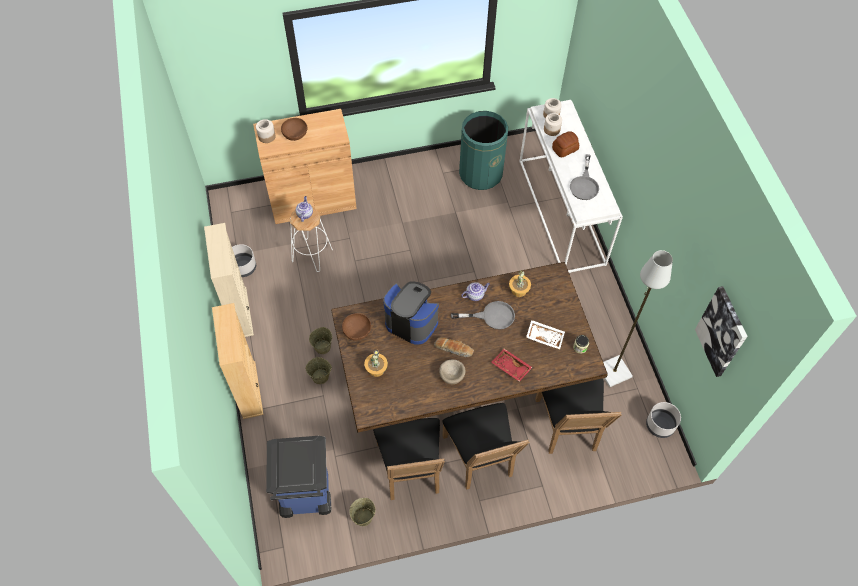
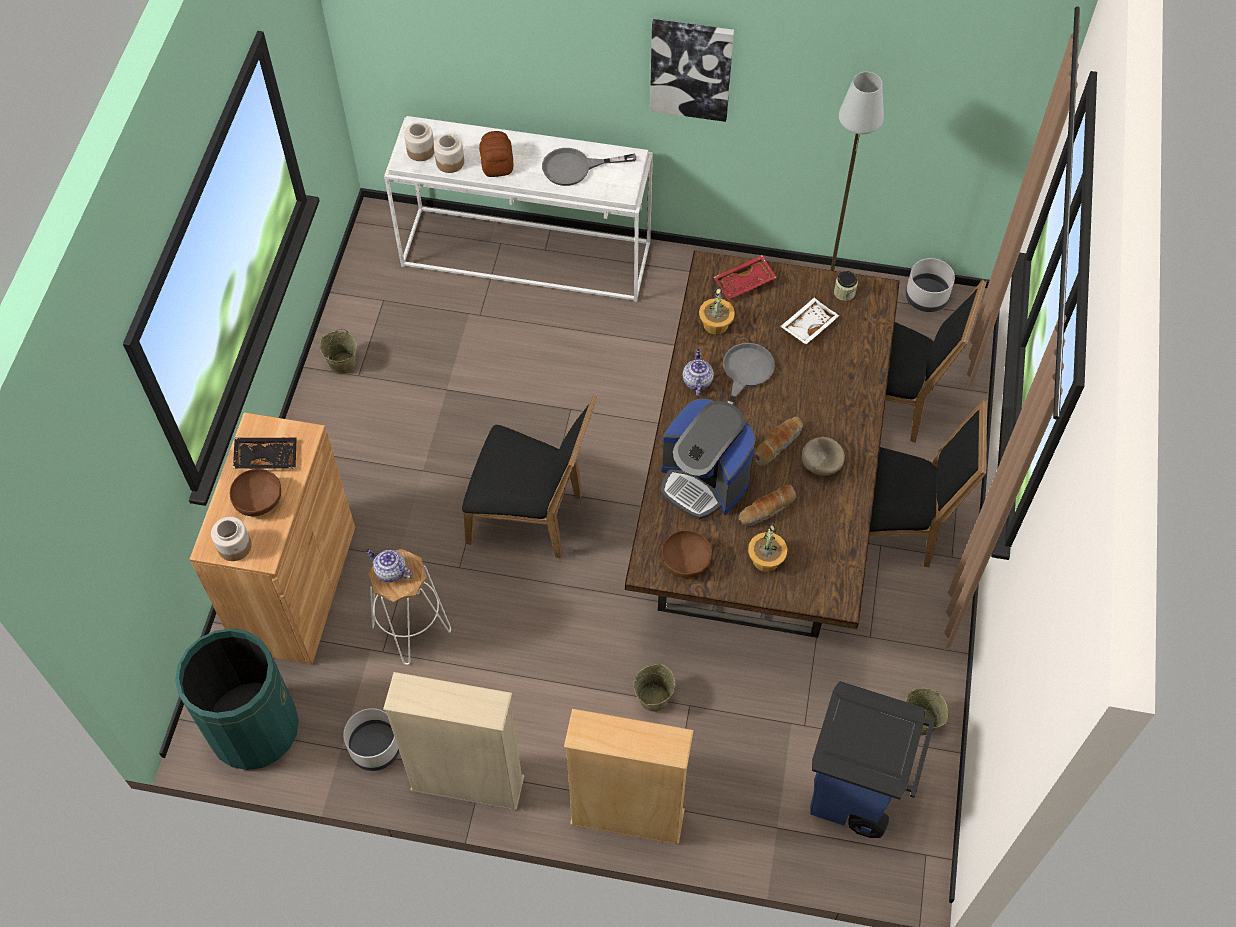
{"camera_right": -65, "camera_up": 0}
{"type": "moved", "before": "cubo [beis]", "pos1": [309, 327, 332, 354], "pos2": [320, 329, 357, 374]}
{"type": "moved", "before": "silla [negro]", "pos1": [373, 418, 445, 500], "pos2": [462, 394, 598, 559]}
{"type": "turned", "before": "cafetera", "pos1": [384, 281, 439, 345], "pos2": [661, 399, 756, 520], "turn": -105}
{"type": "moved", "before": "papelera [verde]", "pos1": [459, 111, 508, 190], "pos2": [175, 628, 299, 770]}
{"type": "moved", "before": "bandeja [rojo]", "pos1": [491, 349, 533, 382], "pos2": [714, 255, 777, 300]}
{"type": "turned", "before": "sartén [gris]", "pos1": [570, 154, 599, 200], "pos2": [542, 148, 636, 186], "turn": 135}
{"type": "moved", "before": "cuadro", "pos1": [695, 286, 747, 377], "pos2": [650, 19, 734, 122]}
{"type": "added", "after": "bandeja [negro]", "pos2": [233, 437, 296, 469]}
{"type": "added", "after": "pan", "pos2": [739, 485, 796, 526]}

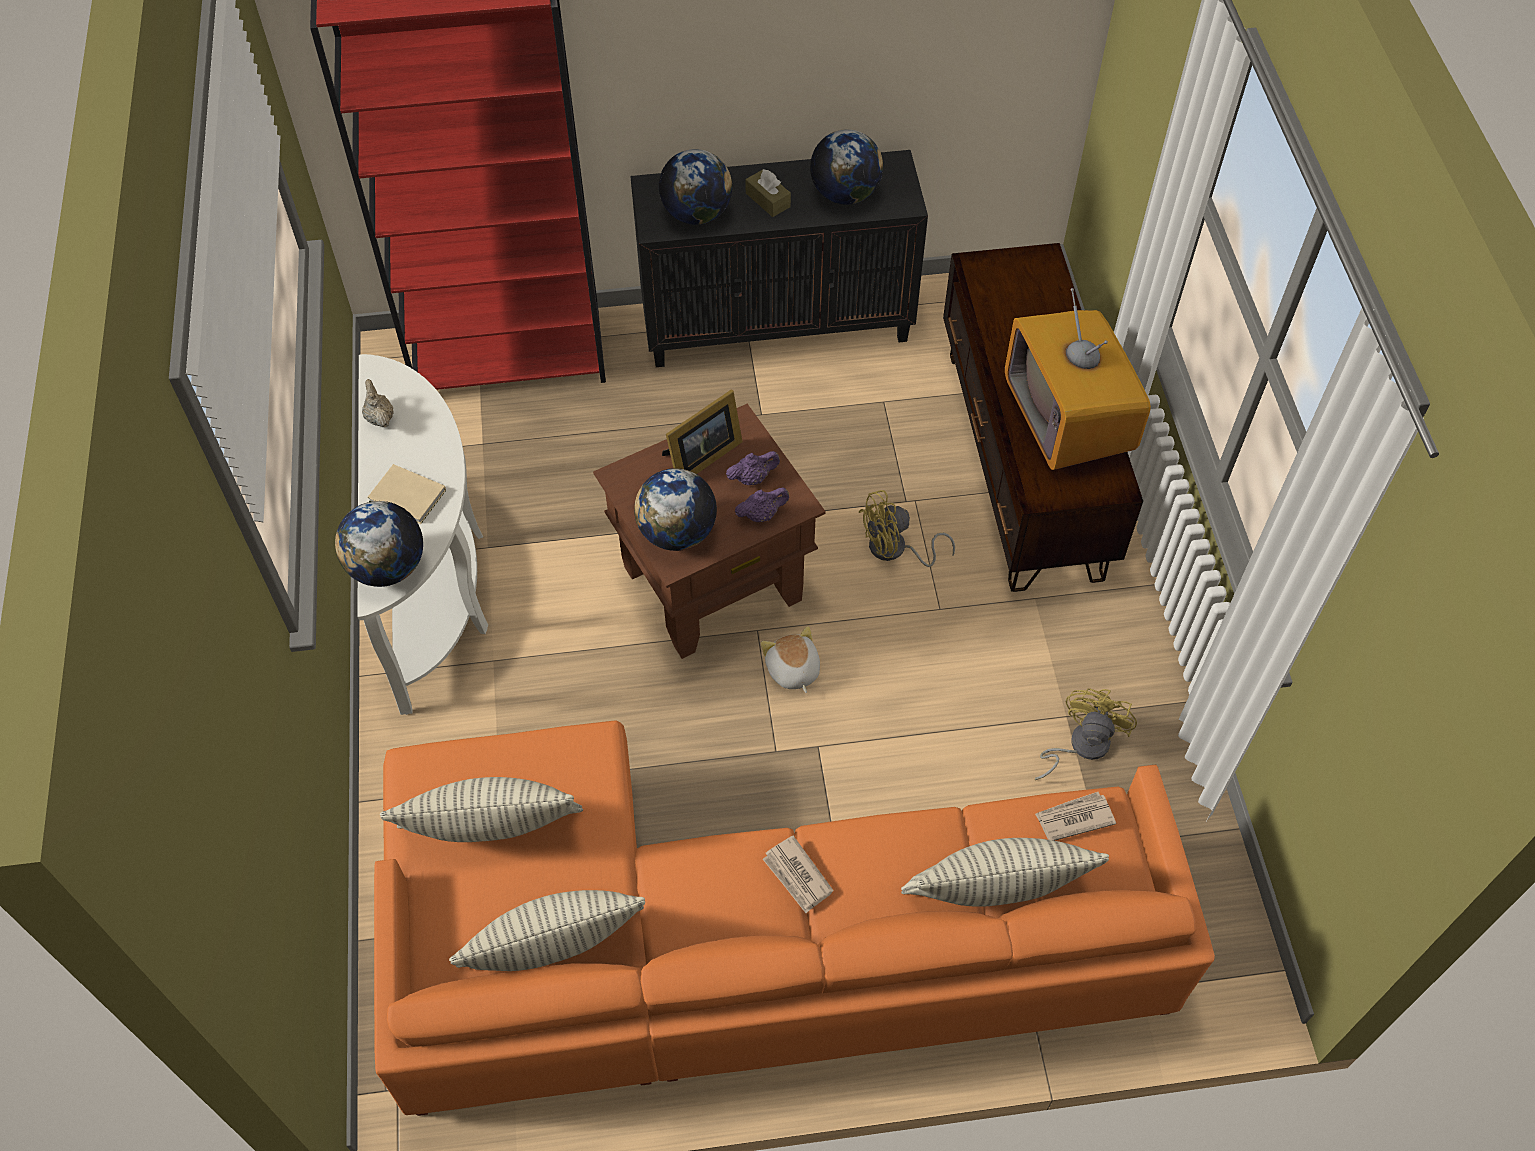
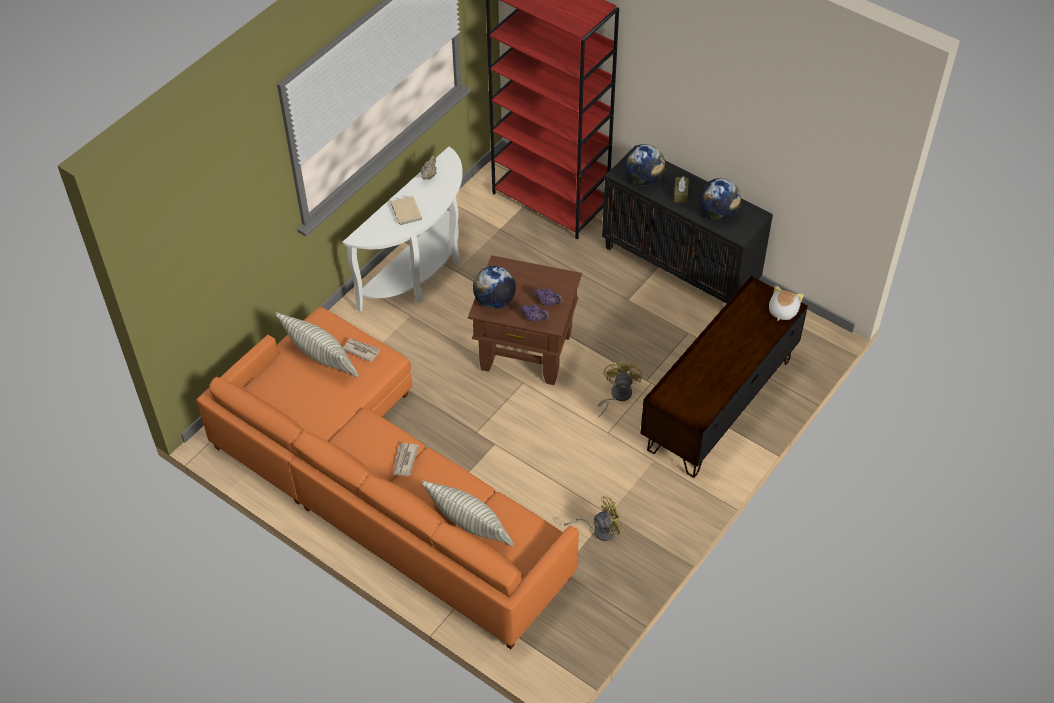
{"camera_right": 45, "camera_up": -5}
{"type": "removed", "before": "globo terráqueo", "pos1": [335, 501, 423, 587]}
{"type": "removed", "before": "cojín", "pos1": [449, 890, 645, 971]}
{"type": "removed", "before": "portarretratos", "pos1": [662, 389, 743, 474]}
{"type": "moved", "before": "peluche", "pos1": [761, 626, 820, 693], "pos2": [769, 285, 804, 321]}
{"type": "turned", "before": "ventilador [amarillo]", "pos1": [859, 490, 955, 567], "pos2": [598, 360, 643, 418], "turn": 75}
{"type": "removed", "before": "televisor", "pos1": [1005, 288, 1151, 470]}
{"type": "moved", "before": "periódico", "pos1": [1035, 792, 1116, 841], "pos2": [343, 338, 380, 362]}

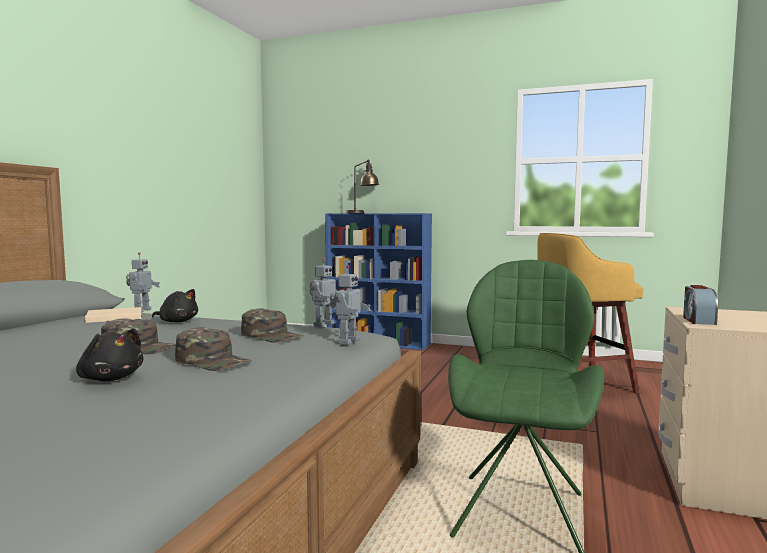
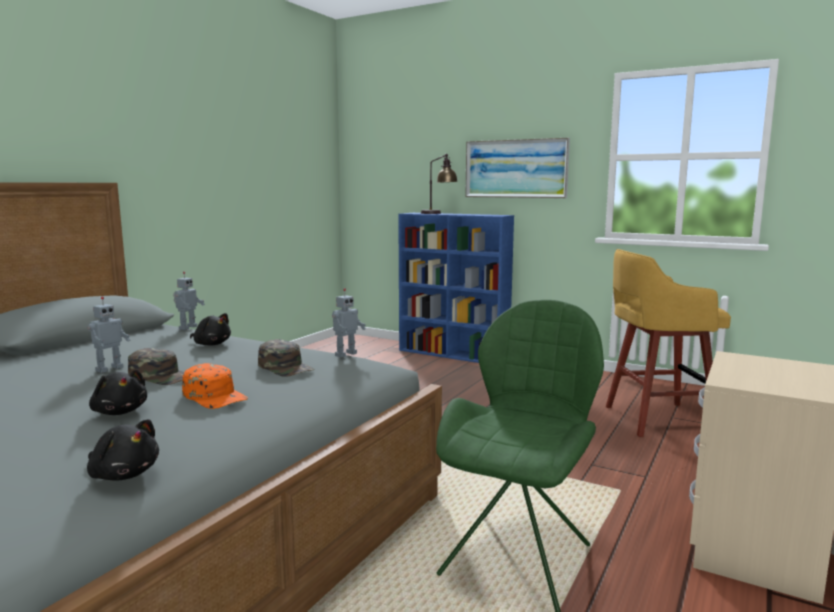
{"camera_right": 10, "camera_up": 5}
{"type": "removed", "before": "libro [beis]", "pos1": [85, 307, 142, 323]}
{"type": "recoloured", "before": "gorra [verde]", "after": "gorra [naranja]", "pos1": [175, 327, 252, 371], "pos2": [182, 363, 248, 409]}
{"type": "moved", "before": "robot de juguete", "pos1": [330, 265, 371, 345], "pos2": [87, 296, 130, 373]}
{"type": "removed", "before": "despertador", "pos1": [683, 285, 718, 325]}
{"type": "added", "after": "peluche [negro]", "pos2": [87, 419, 159, 481]}
{"type": "added", "after": "cuadro", "pos2": [465, 138, 570, 198]}

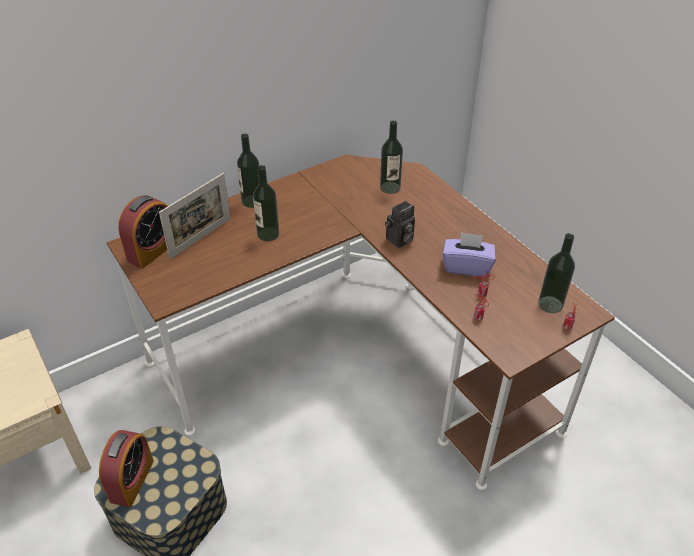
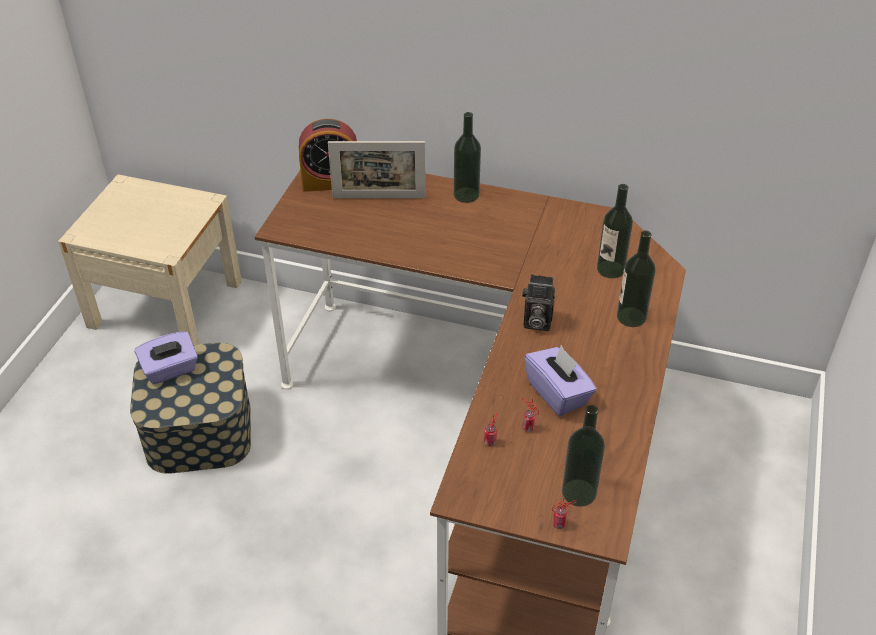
{"camera_right": 50, "camera_up": 0}
{"type": "replaced", "before": "despertador", "after": "caja de pañuelos [morado]", "pos1": [99, 430, 154, 507], "pos2": [134, 331, 198, 384]}
{"type": "moved", "before": "botella", "pos1": [253, 165, 279, 241], "pos2": [617, 230, 655, 327]}

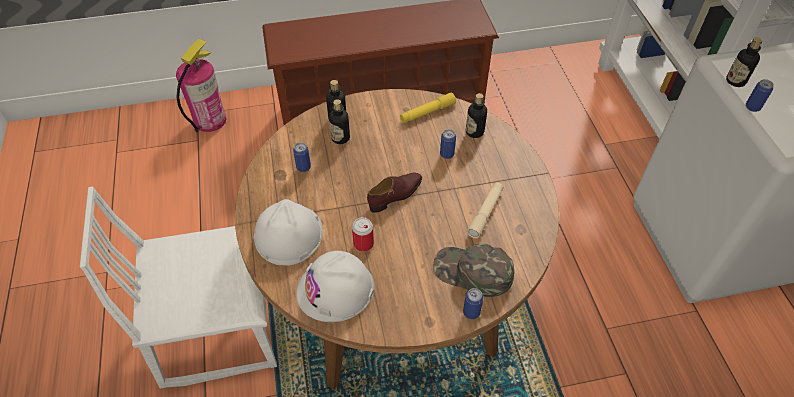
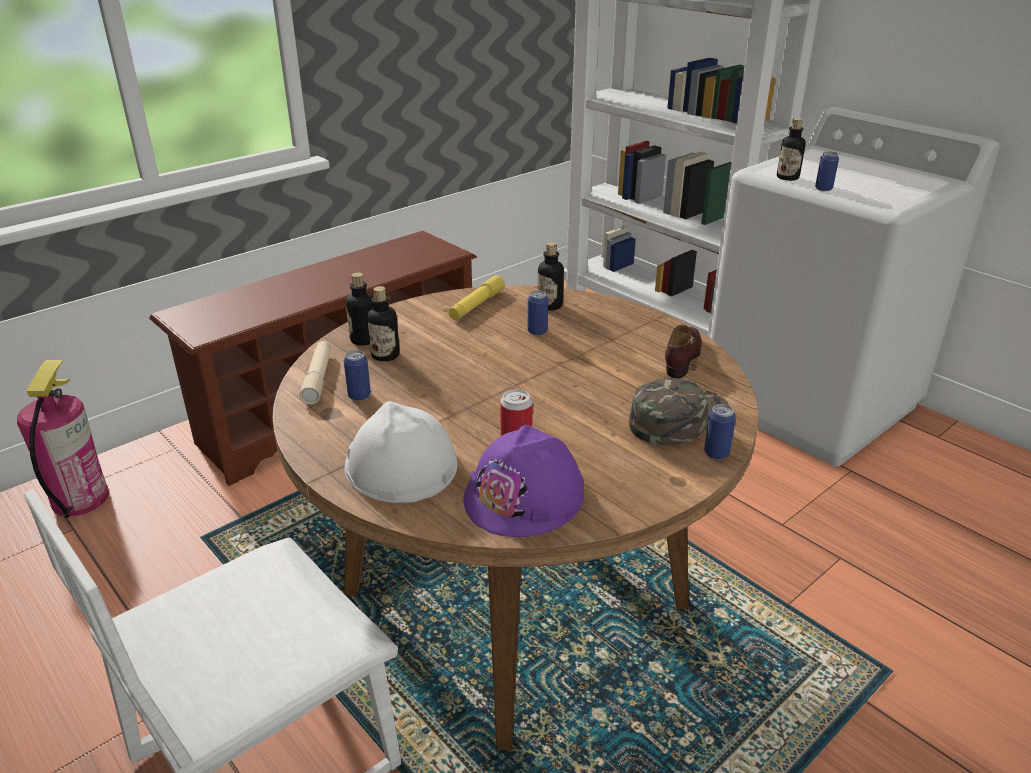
{"camera_right": -30, "camera_up": -20}
{"type": "recoloured", "before": "casco [blanco]", "after": "casco [morado]", "pos1": [296, 251, 375, 322], "pos2": [464, 425, 584, 537]}
{"type": "moved", "before": "zapato [marrón]", "pos1": [367, 173, 422, 213], "pos2": [665, 325, 702, 378]}
{"type": "turned", "before": "gorra [verde]", "pos1": [433, 244, 514, 297], "pos2": [629, 378, 729, 445], "turn": 150}
{"type": "moved", "before": "linterna [beis]", "pos1": [467, 182, 504, 239], "pos2": [299, 341, 331, 405]}

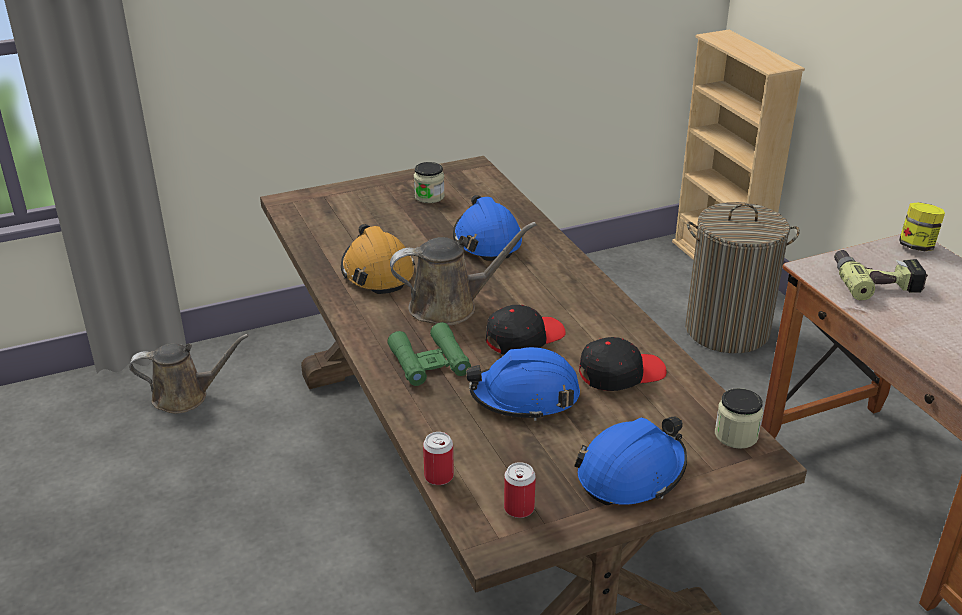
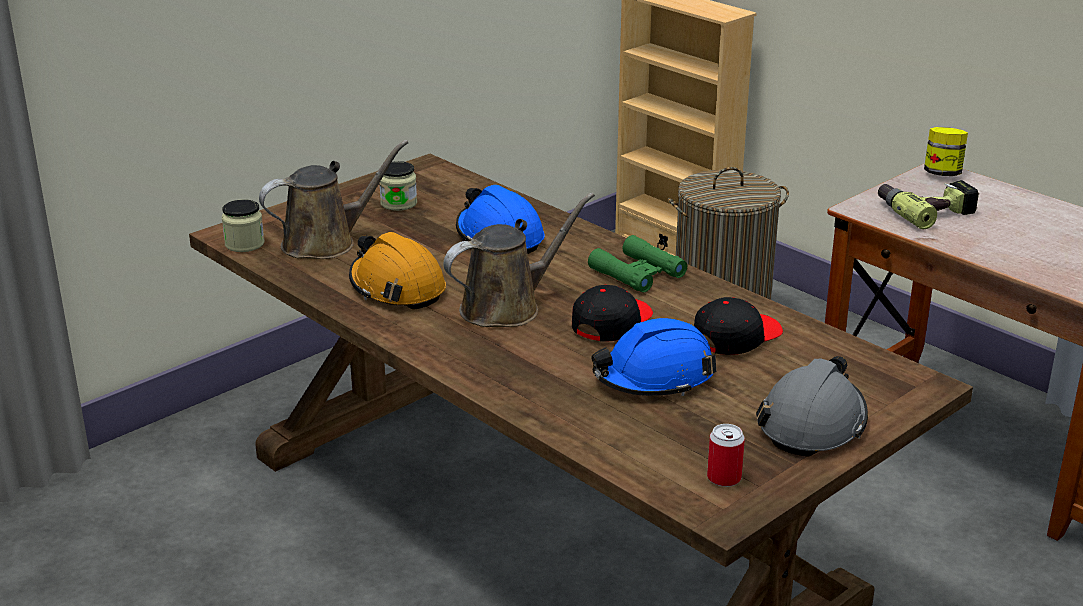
{"camera_right": -20, "camera_up": -5}
{"type": "moved", "before": "regadera [marrón]", "pos1": [130, 334, 249, 414], "pos2": [259, 140, 408, 259]}
{"type": "moved", "before": "prismáticos [verde]", "pos1": [387, 322, 471, 386], "pos2": [588, 235, 687, 292]}
{"type": "removed", "before": "lata", "pos1": [423, 432, 454, 485]}
{"type": "recoloured", "before": "casco [azul]", "after": "casco [gris]", "pos1": [574, 416, 687, 505], "pos2": [756, 356, 868, 456]}
{"type": "moved", "before": "tarro", "pos1": [715, 388, 763, 449], "pos2": [222, 199, 264, 252]}

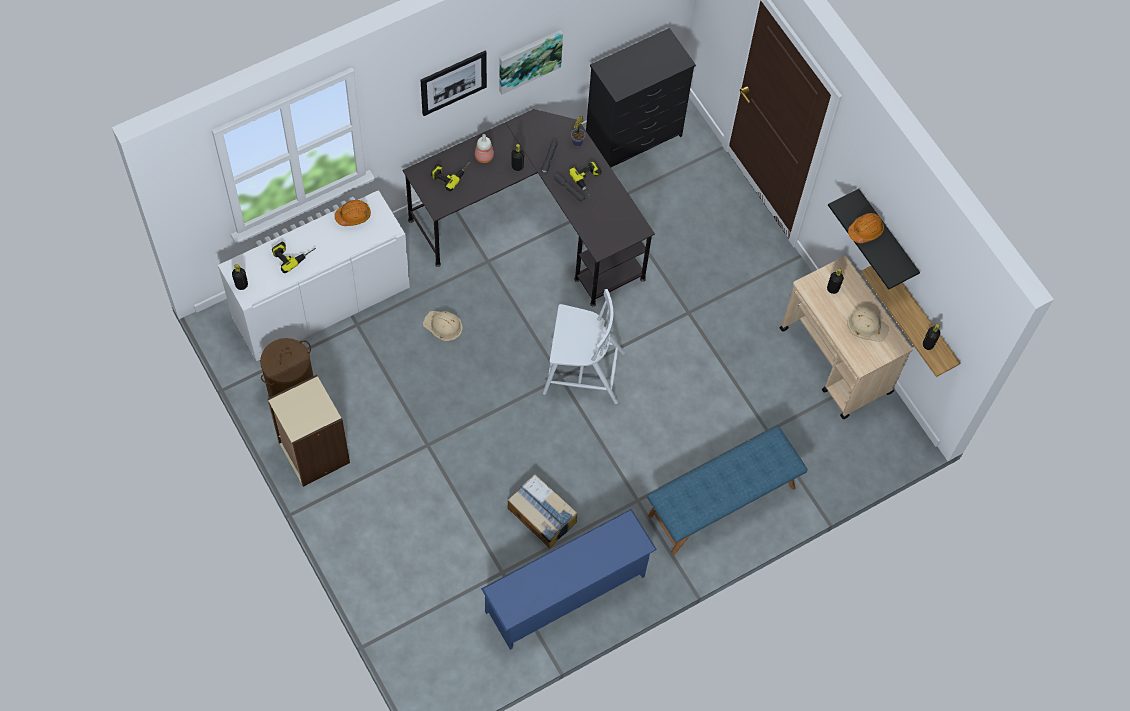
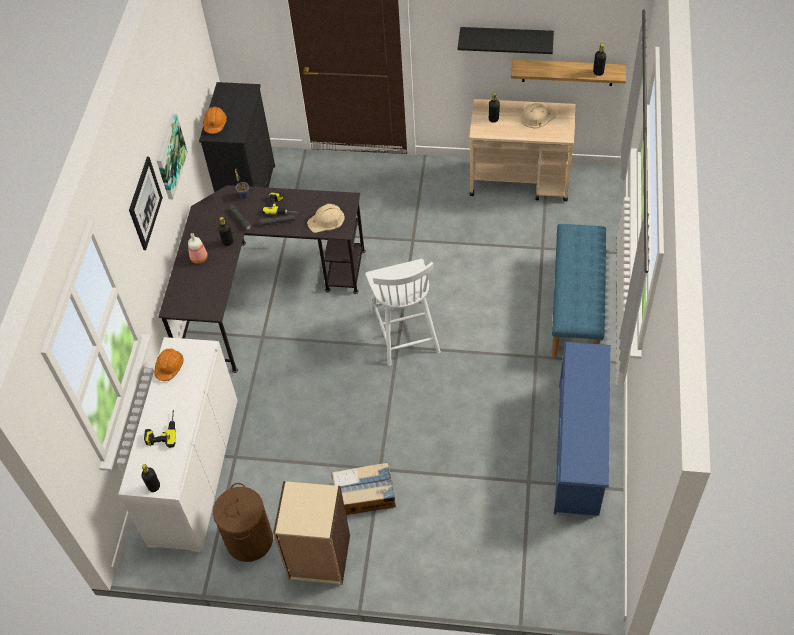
{"camera_right": -45, "camera_up": -10}
{"type": "moved", "before": "casco [beis]", "pos1": [423, 311, 463, 341], "pos2": [307, 204, 345, 233]}
{"type": "removed", "before": "taladro", "pos1": [431, 161, 471, 192]}
{"type": "moved", "before": "caja de cartón", "pos1": [508, 474, 577, 548], "pos2": [331, 462, 396, 515]}
{"type": "turned", "before": "silla [blanco]", "pos1": [543, 289, 625, 404], "pos2": [365, 259, 441, 366], "turn": 120}
{"type": "moved", "before": "casco [naranja]", "pos1": [848, 213, 884, 243], "pos2": [203, 107, 227, 134]}

